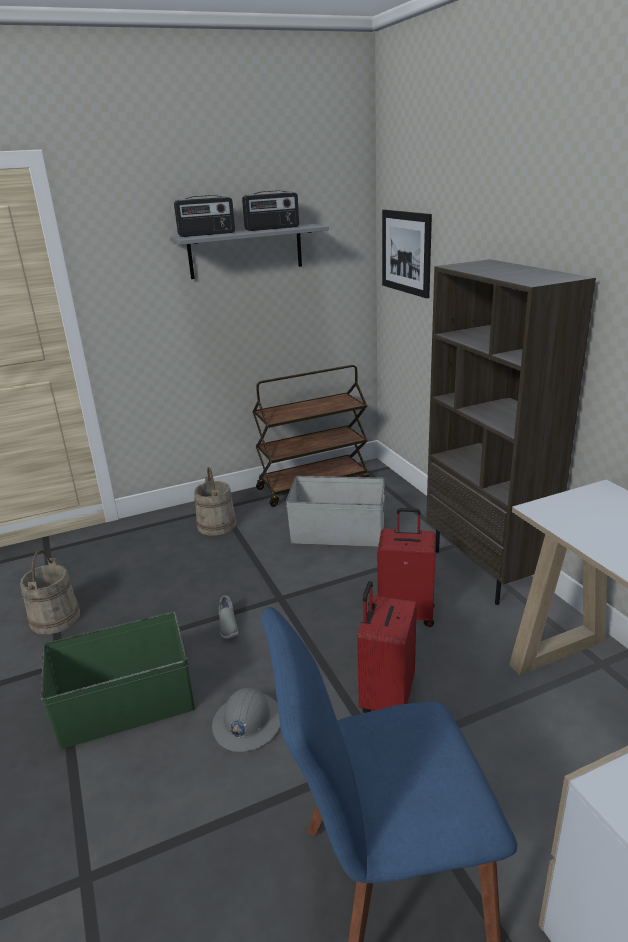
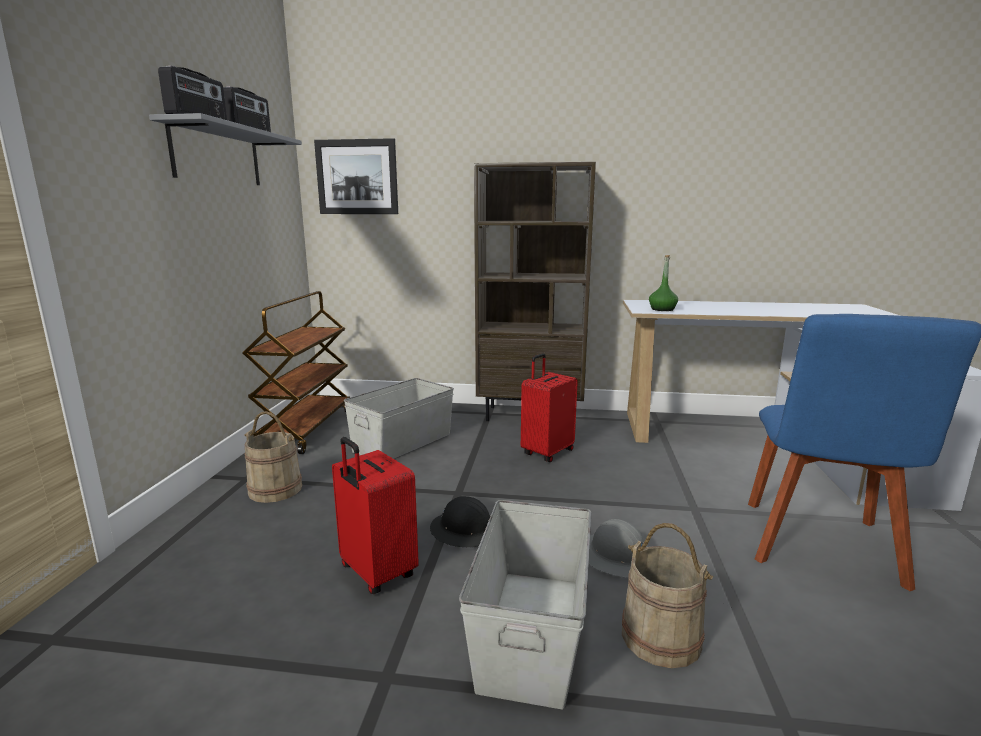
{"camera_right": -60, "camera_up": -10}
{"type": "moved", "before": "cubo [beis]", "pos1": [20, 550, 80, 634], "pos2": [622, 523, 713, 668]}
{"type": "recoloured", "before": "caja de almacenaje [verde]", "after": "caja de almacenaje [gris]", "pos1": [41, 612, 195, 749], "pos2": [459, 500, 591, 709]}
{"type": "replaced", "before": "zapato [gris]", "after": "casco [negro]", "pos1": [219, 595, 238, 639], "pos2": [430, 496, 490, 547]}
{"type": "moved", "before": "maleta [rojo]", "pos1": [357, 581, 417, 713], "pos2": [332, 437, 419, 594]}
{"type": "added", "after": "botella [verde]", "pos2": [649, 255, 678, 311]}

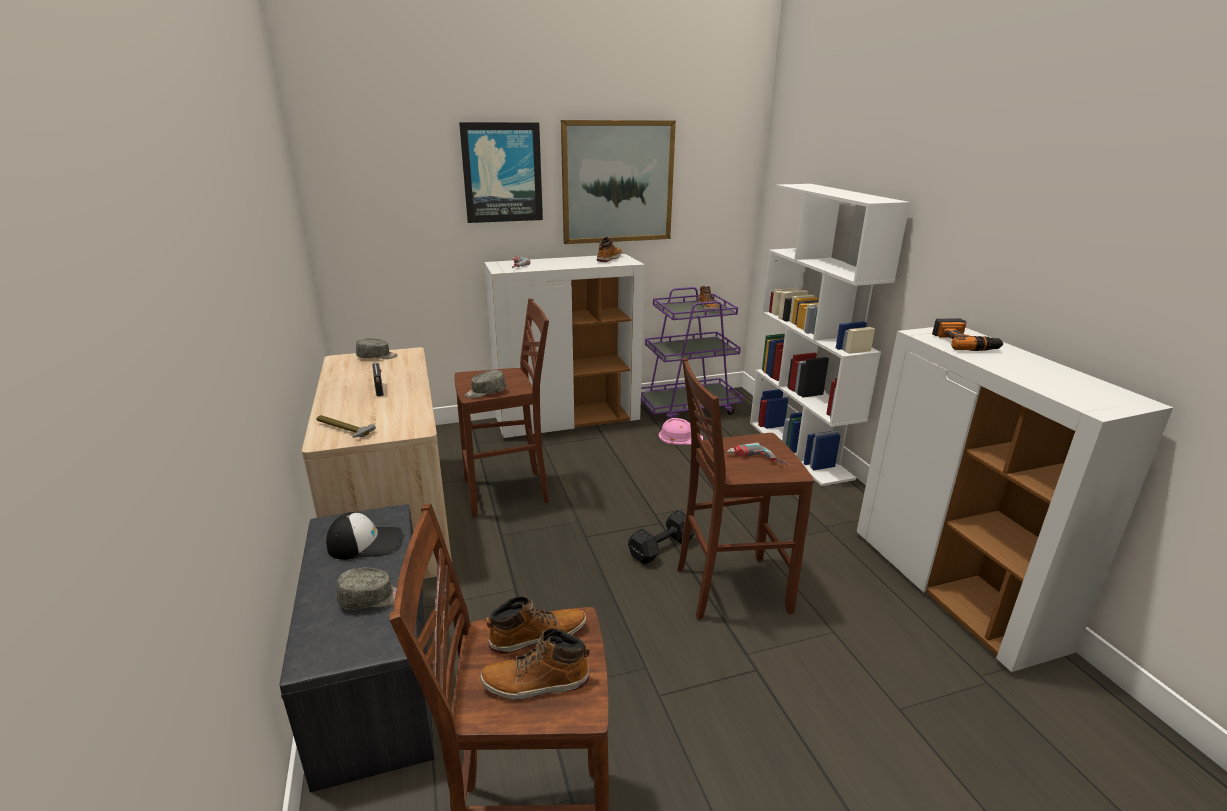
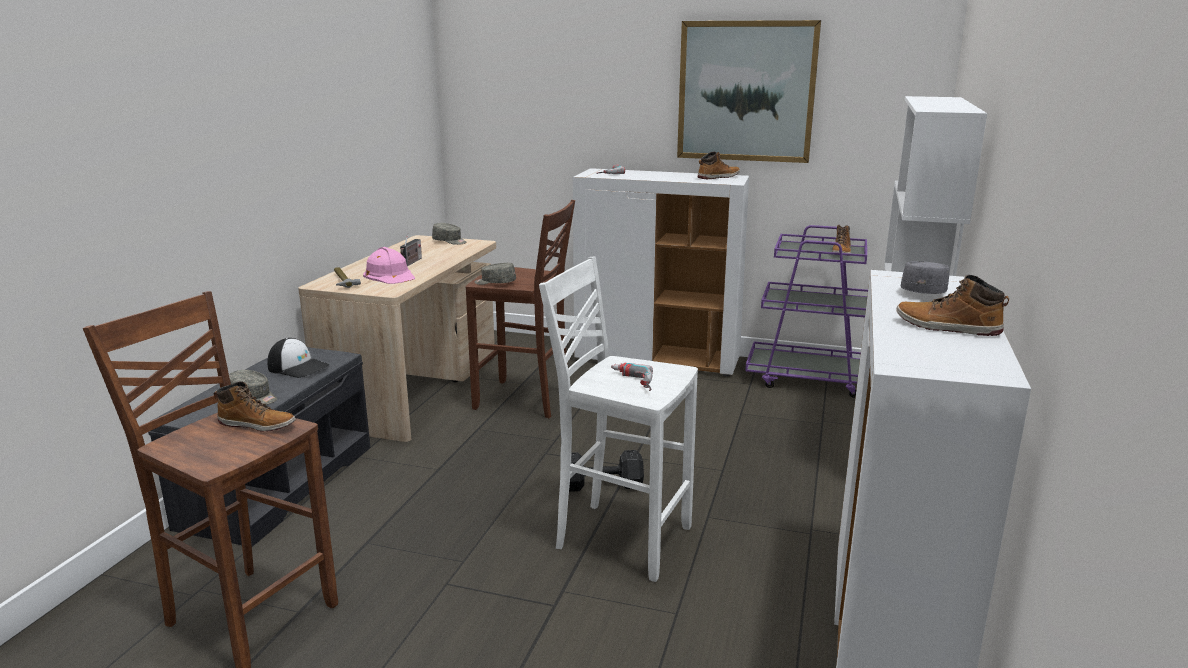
{"camera_right": 35, "camera_up": -5}
{"type": "removed", "before": "cuadro", "pos1": [459, 122, 543, 223]}
{"type": "moved", "before": "bota", "pos1": [480, 628, 589, 700], "pos2": [896, 275, 1009, 336]}
{"type": "moved", "before": "casco [rosa]", "pos1": [659, 418, 703, 445], "pos2": [363, 247, 415, 284]}
{"type": "recoloured", "before": "taburete [marrón]", "after": "taburete [blanco]", "pos1": [677, 358, 814, 620], "pos2": [539, 257, 698, 582]}
{"type": "replaced", "before": "taladro", "after": "gorra [gris]", "pos1": [932, 318, 1004, 351], "pos2": [901, 261, 950, 294]}

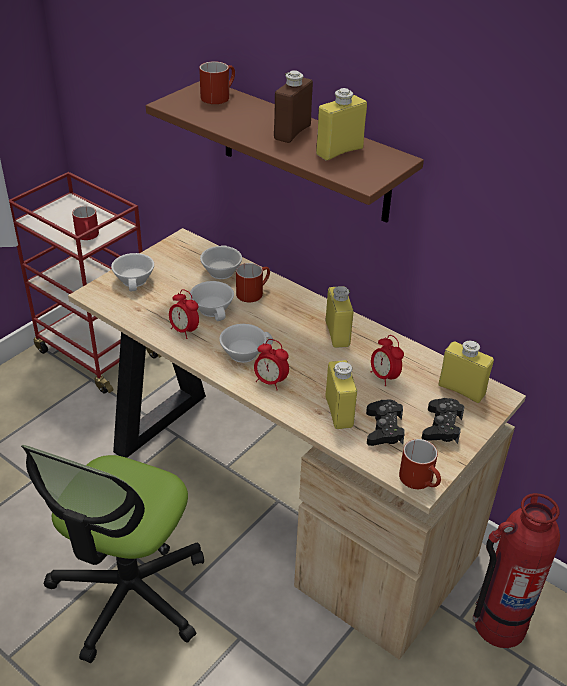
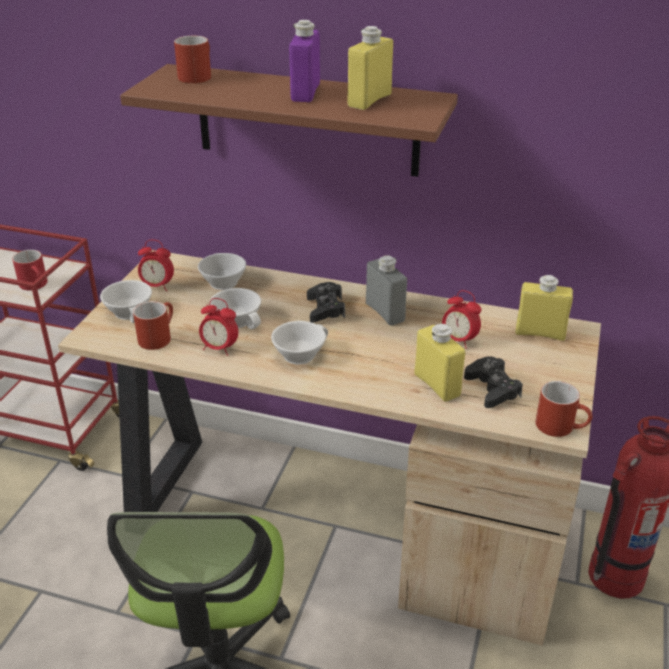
{"camera_right": -20, "camera_up": -5}
{"type": "moved", "before": "taza grande [rojo]", "pos1": [236, 263, 270, 302], "pos2": [133, 301, 173, 350]}
{"type": "moved", "before": "despertador", "pos1": [254, 339, 289, 390], "pos2": [138, 240, 174, 291]}
{"type": "recoloured", "before": "botella [marrón]", "after": "botella [morado]", "pos1": [274, 70, 313, 143], "pos2": [289, 20, 320, 102]}
{"type": "recoloured", "before": "botella [amarillo]", "after": "botella [gris]", "pos1": [326, 286, 353, 348], "pos2": [366, 255, 407, 326]}
{"type": "moved", "before": "mando de consola [negro]", "pos1": [422, 398, 465, 444], "pos2": [307, 282, 345, 323]}

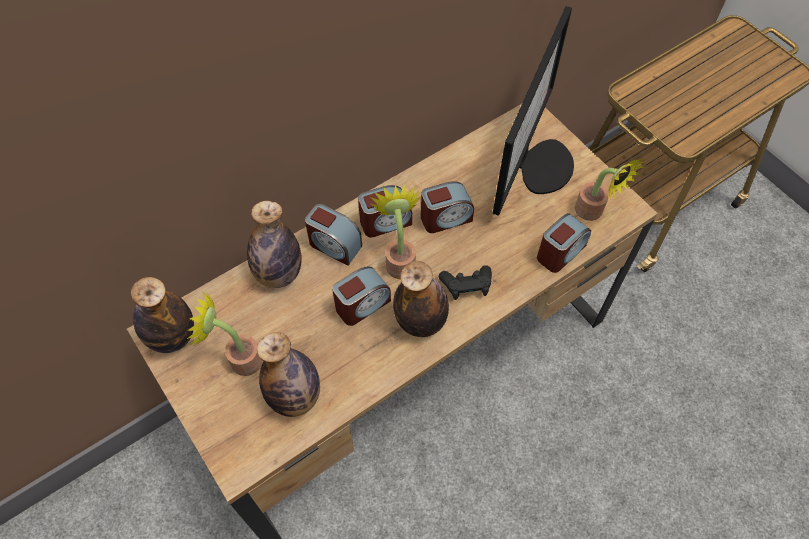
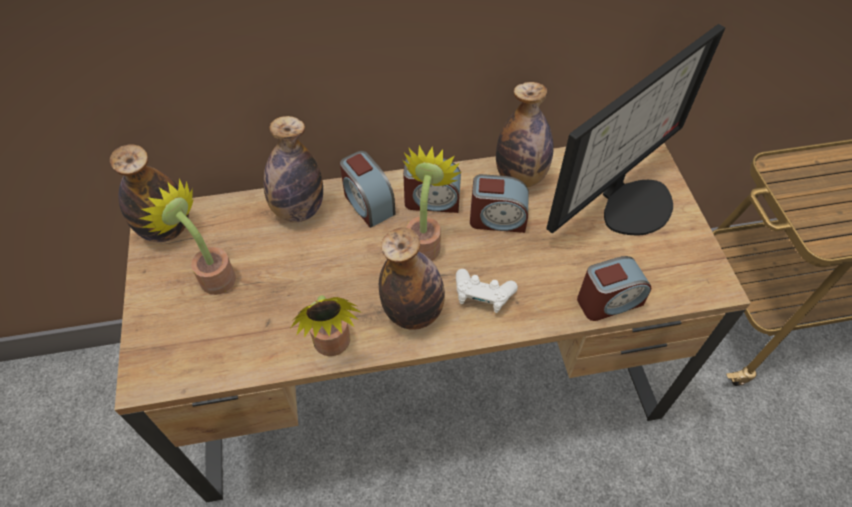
{"camera_right": 25, "camera_up": -5}
{"type": "moved", "before": "botella", "pos1": [257, 332, 320, 417], "pos2": [496, 82, 553, 188]}
{"type": "removed", "before": "despertador", "pos1": [332, 266, 391, 326]}
{"type": "recoloured", "before": "mando de consola [negro]", "after": "mando de consola [blanco]", "pos1": [439, 265, 492, 300], "pos2": [456, 269, 518, 313]}
{"type": "moved", "before": "planta en maceta", "pos1": [575, 159, 646, 221], "pos2": [291, 295, 362, 356]}

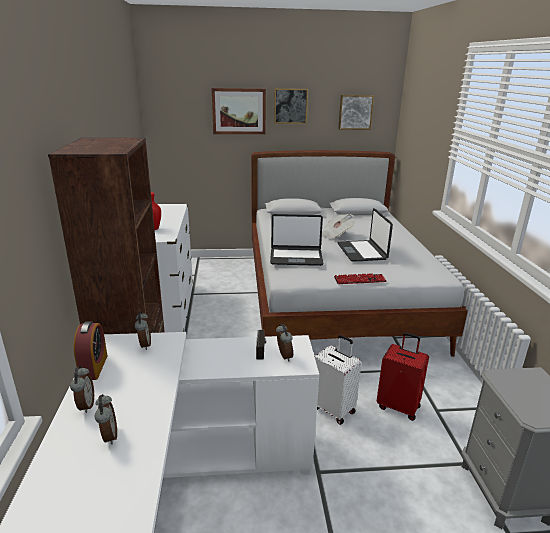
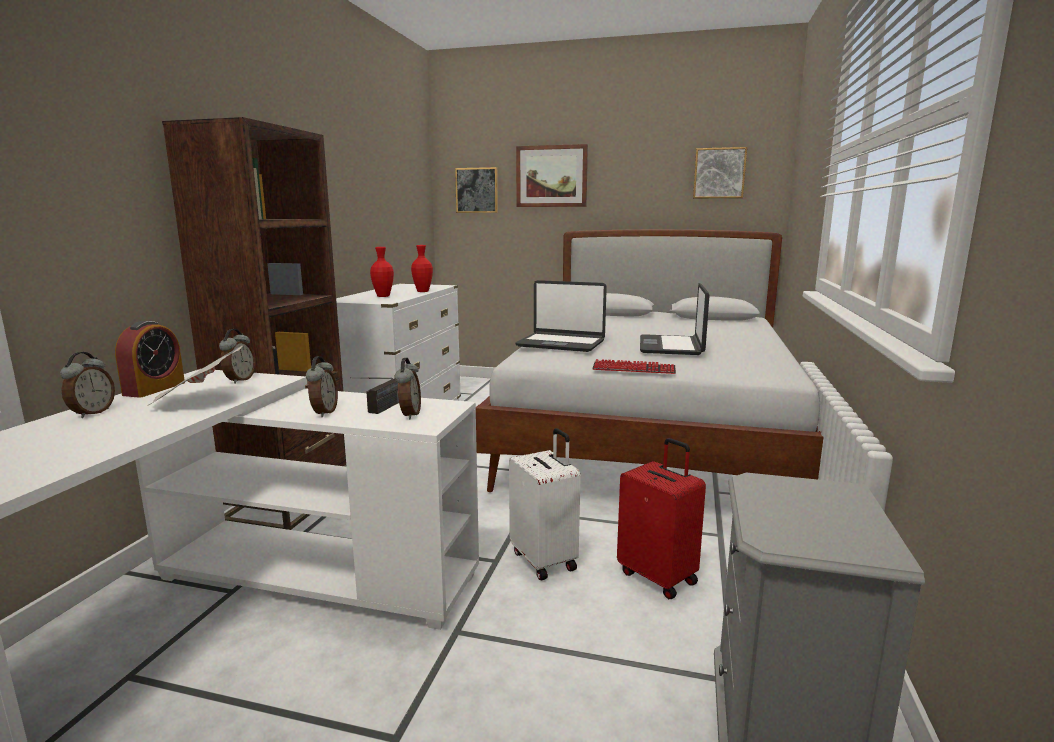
{"camera_right": 20, "camera_up": -10}
{"type": "moved", "before": "despertador", "pos1": [95, 394, 117, 445], "pos2": [306, 356, 338, 417]}
{"type": "moved", "before": "cuadro", "pos1": [274, 88, 308, 124], "pos2": [455, 167, 498, 213]}
{"type": "moved", "before": "periódico", "pos1": [322, 214, 355, 239], "pos2": [149, 346, 242, 405]}
{"type": "added", "after": "florero [rojo]", "pos2": [411, 245, 433, 292]}

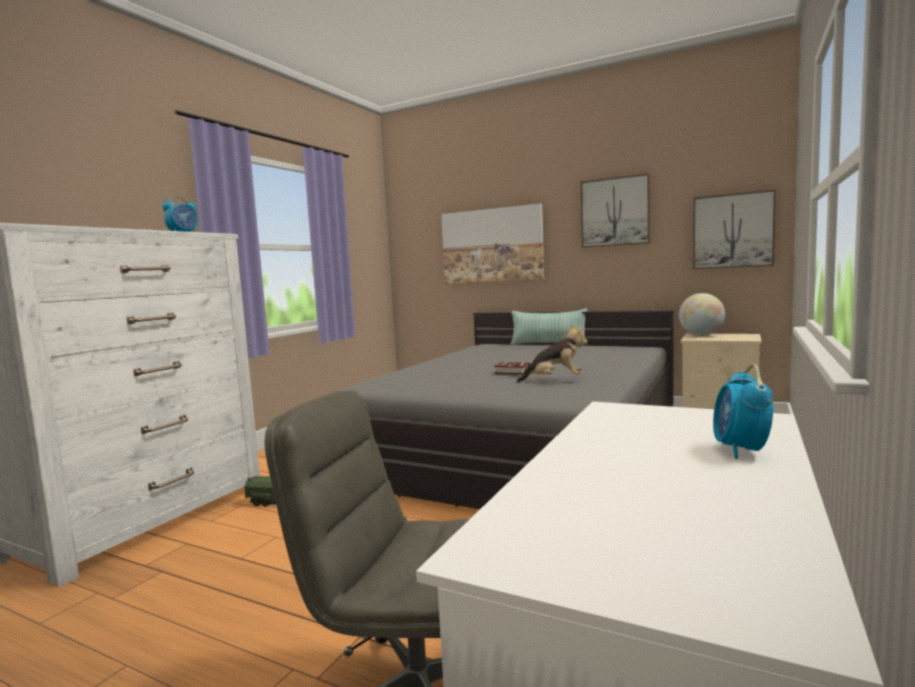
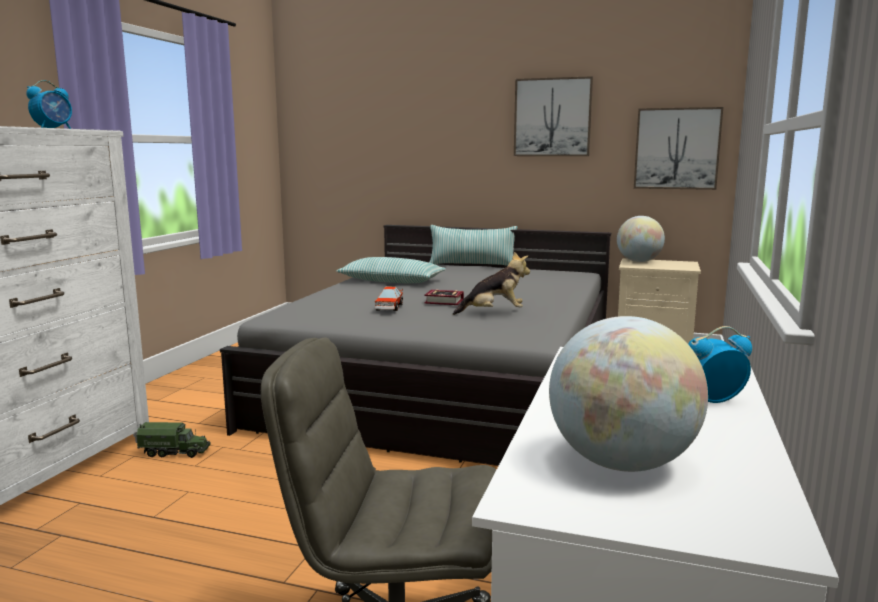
{"camera_right": -10, "camera_up": 5}
{"type": "removed", "before": "cuadro", "pos1": [441, 204, 544, 284]}
{"type": "turned", "before": "despertador", "pos1": [713, 364, 773, 459], "pos2": [688, 326, 752, 403], "turn": 75}
{"type": "added", "after": "cojín", "pos2": [336, 257, 446, 283]}
{"type": "added", "after": "coche de juguete", "pos2": [375, 287, 403, 311]}
{"type": "added", "after": "globo terráqueo", "pos2": [549, 316, 708, 472]}

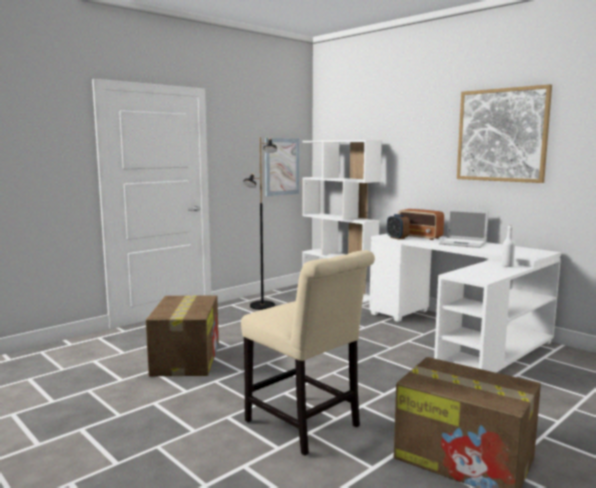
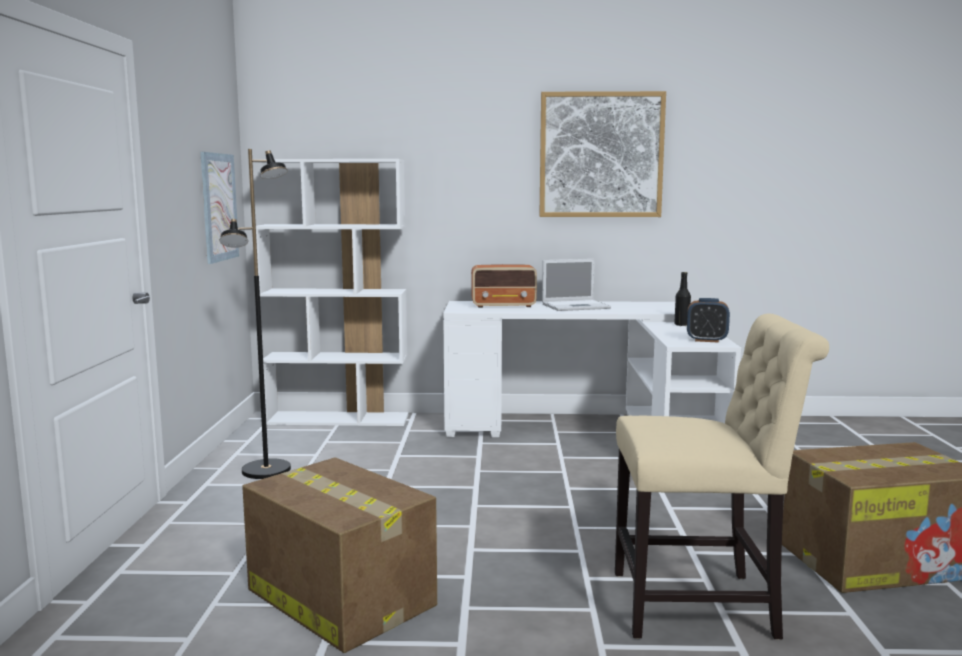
{"camera_right": -45, "camera_up": 0}
{"type": "moved", "before": "despertador", "pos1": [387, 214, 410, 240], "pos2": [687, 298, 730, 343]}
{"type": "recoloured", "before": "botella [blanco]", "after": "botella [negro]", "pos1": [501, 226, 515, 267], "pos2": [674, 272, 691, 326]}

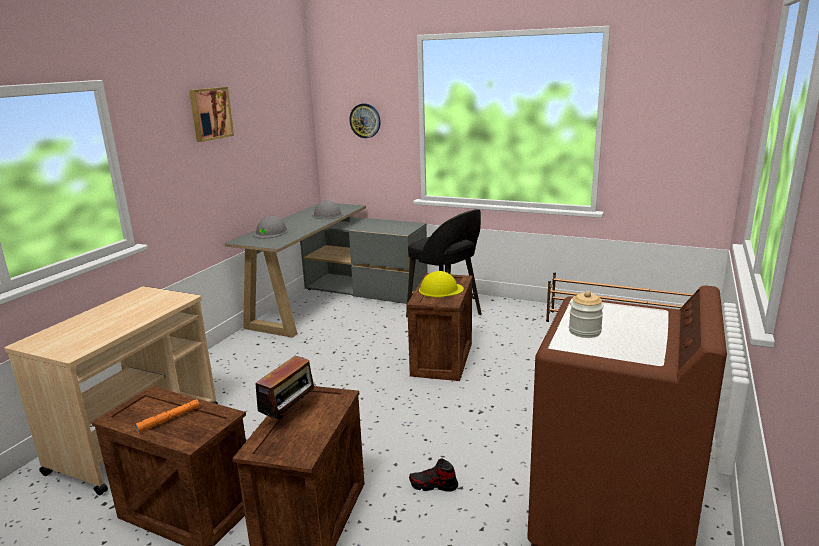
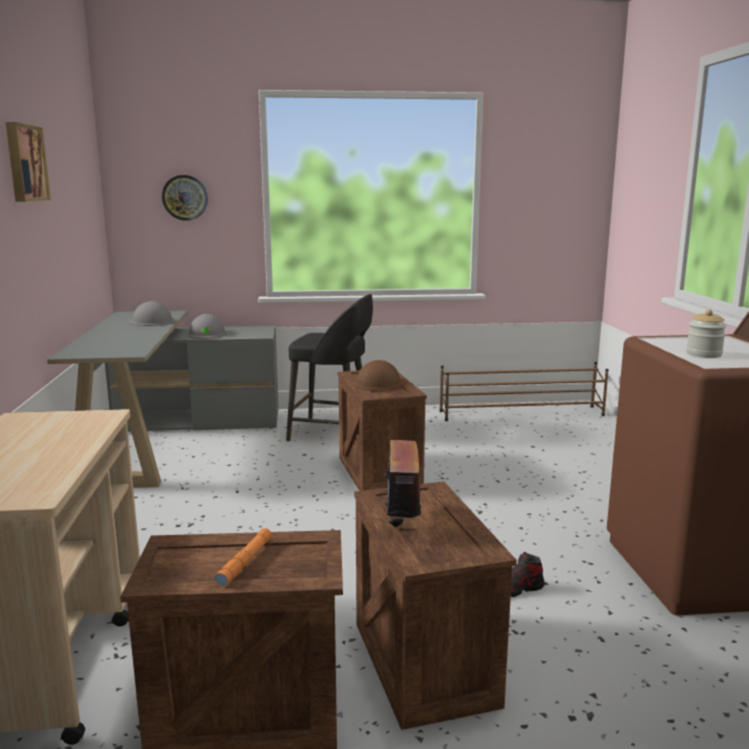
{"camera_right": -30, "camera_up": -5}
{"type": "moved", "before": "casco [gris]", "pos1": [253, 216, 288, 239], "pos2": [188, 314, 227, 339]}
{"type": "recoloured", "before": "casco [amarillo]", "after": "casco [marrón]", "pos1": [419, 271, 464, 297], "pos2": [354, 360, 407, 391]}

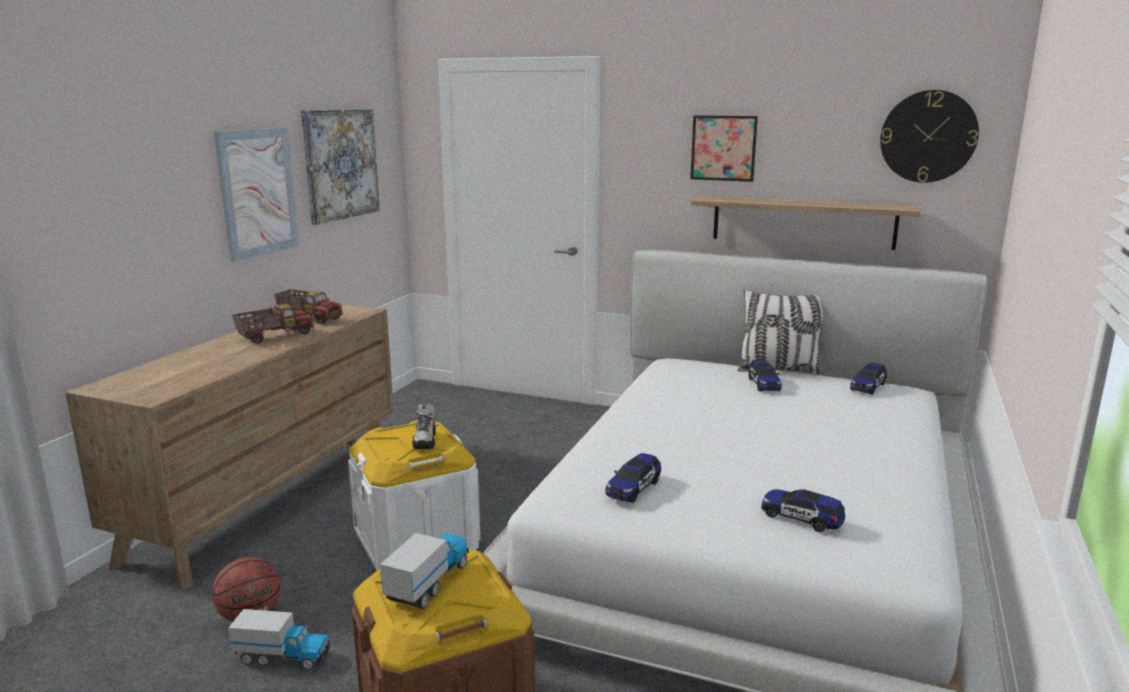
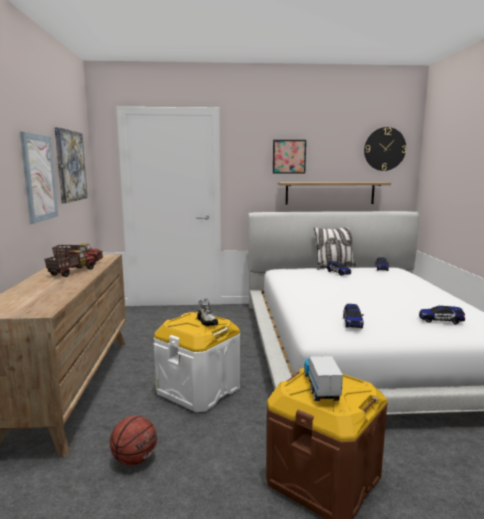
{"camera_right": -25, "camera_up": -5}
{"type": "removed", "before": "camión de juguete", "pos1": [228, 609, 330, 670]}

